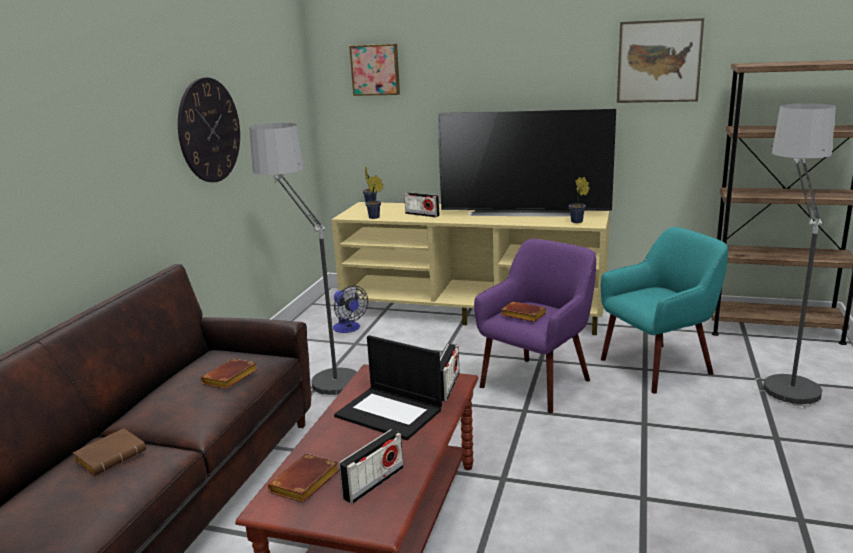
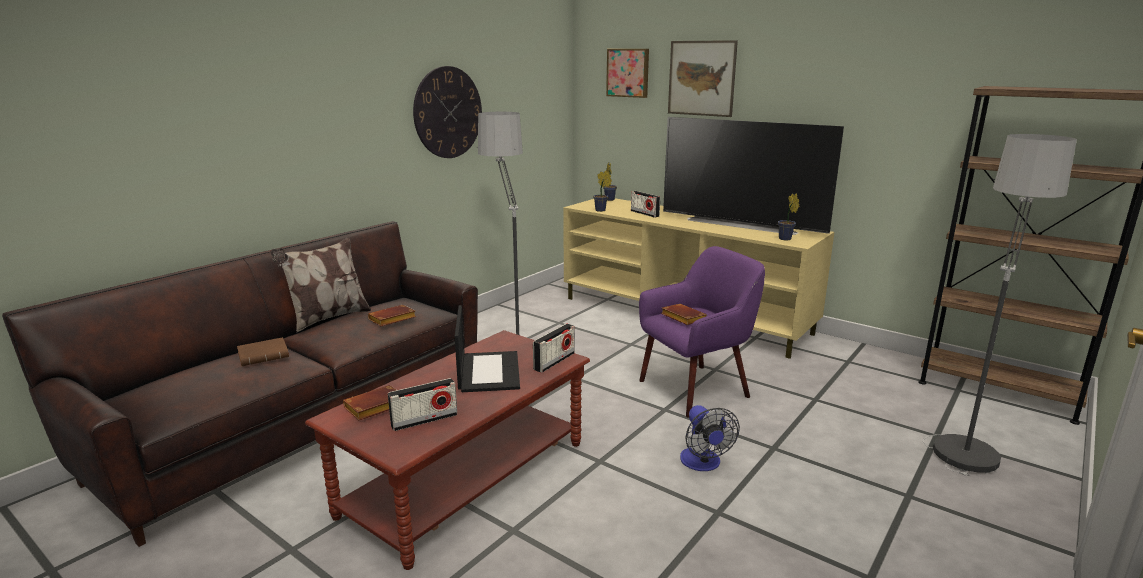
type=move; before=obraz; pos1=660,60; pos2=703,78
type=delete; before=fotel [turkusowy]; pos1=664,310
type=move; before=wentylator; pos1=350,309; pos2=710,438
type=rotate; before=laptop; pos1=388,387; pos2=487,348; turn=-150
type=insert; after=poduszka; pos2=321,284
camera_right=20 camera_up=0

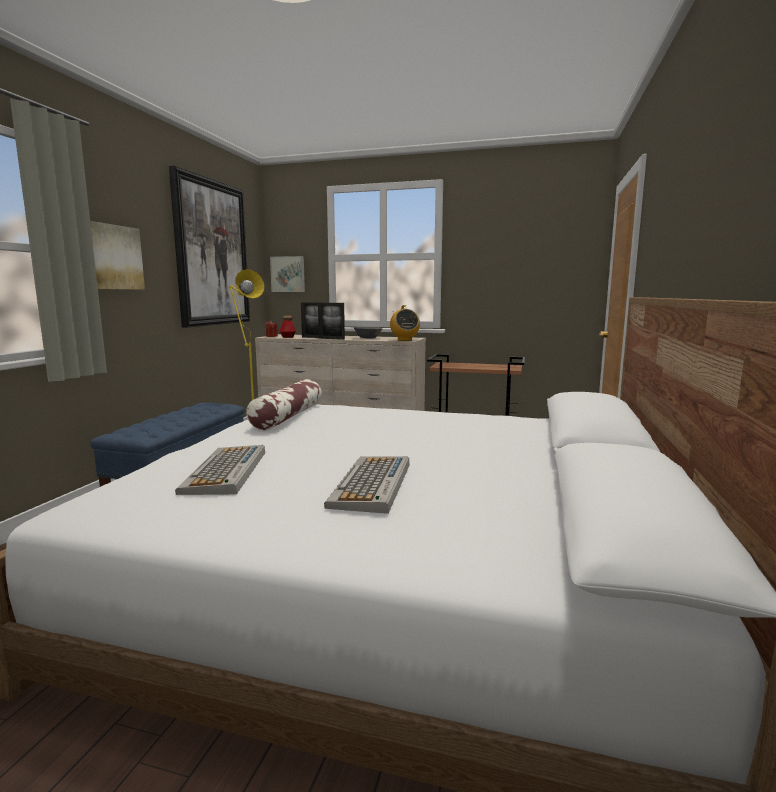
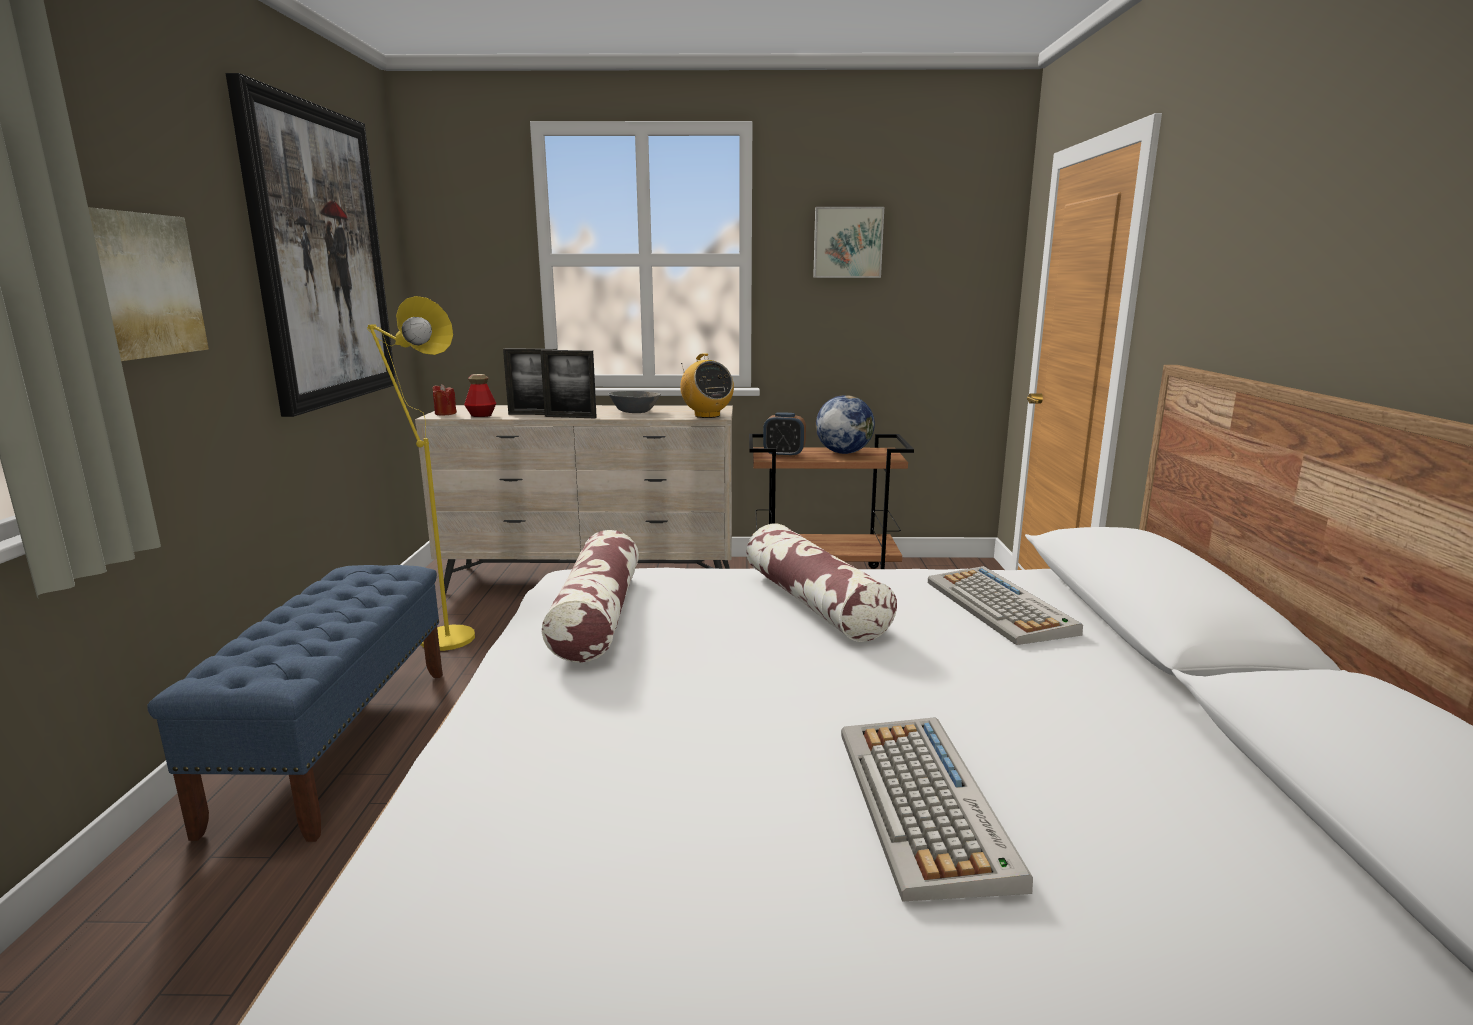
type=move; before=obraz; pos1=287,274; pos2=848,242
type=move; before=klawiatura; pos1=220,470; pos2=1005,605
type=insert; after=globus; pos2=845,424
type=insert; after=budzik; pos2=784,434
type=insert; after=poduszka; pos2=821,583
camera_right=-15 camera_up=5

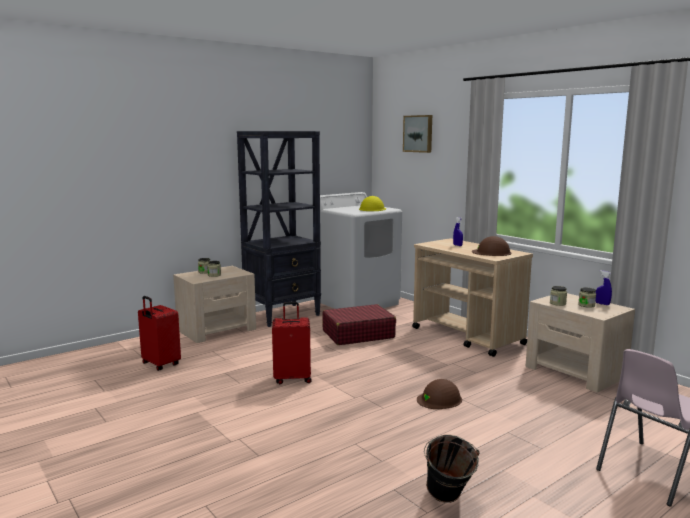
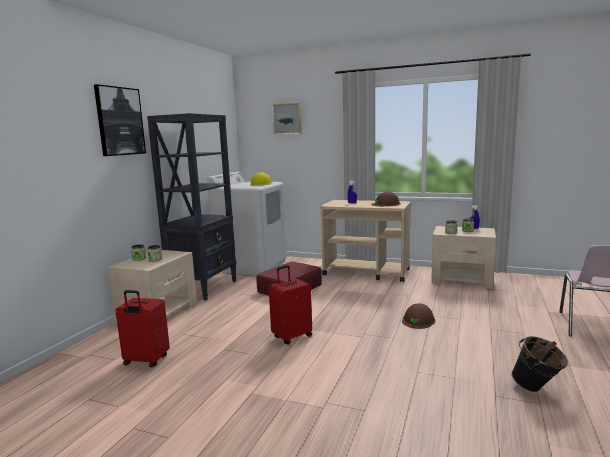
type=insert; after=obraz; pos2=120,120
camera_right=-30 camera_up=0

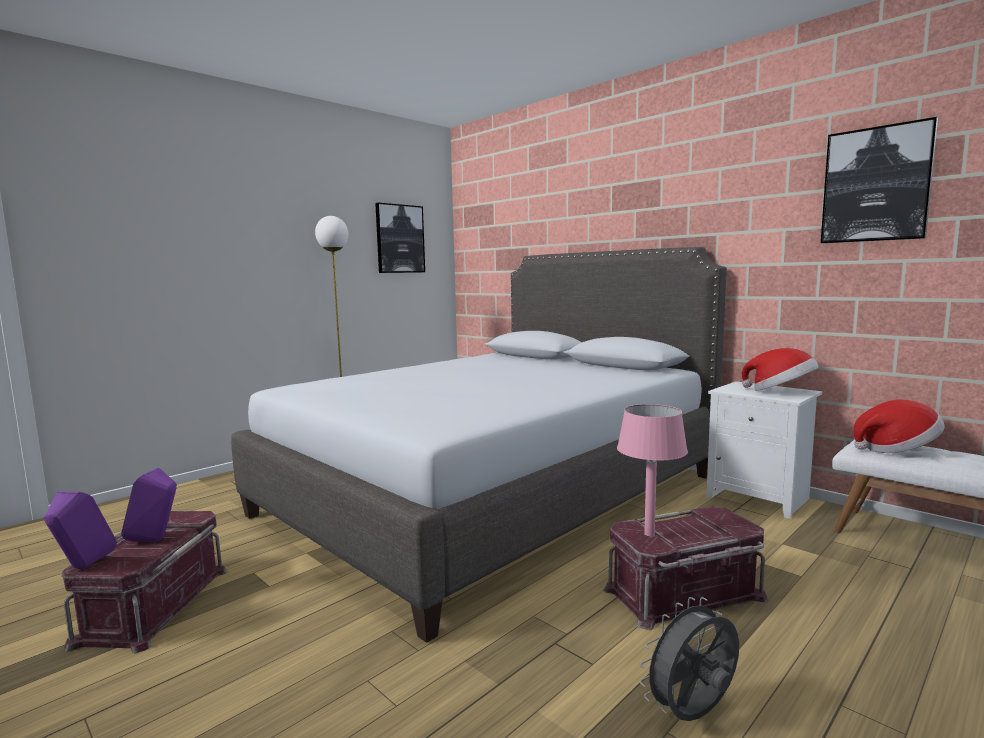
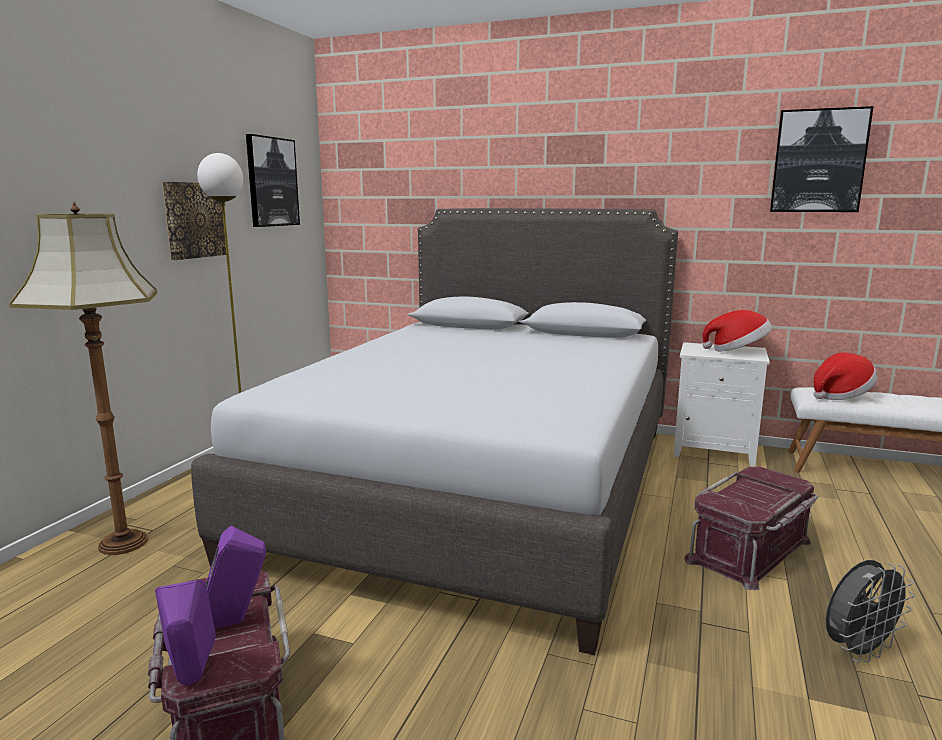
type=delete; before=lampa stołowa [różowy]; pos1=652,470
type=rotate; before=wentylator [szary]; pos1=689,659; pos2=870,611; turn=-150
type=insert; after=obraz; pos2=194,221
type=insert; after=lampa stojąca; pos2=83,378
camera_right=-25 camera_up=5

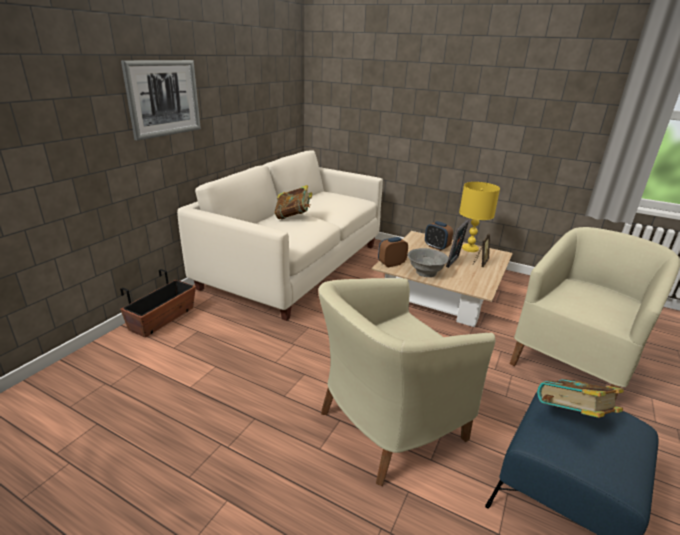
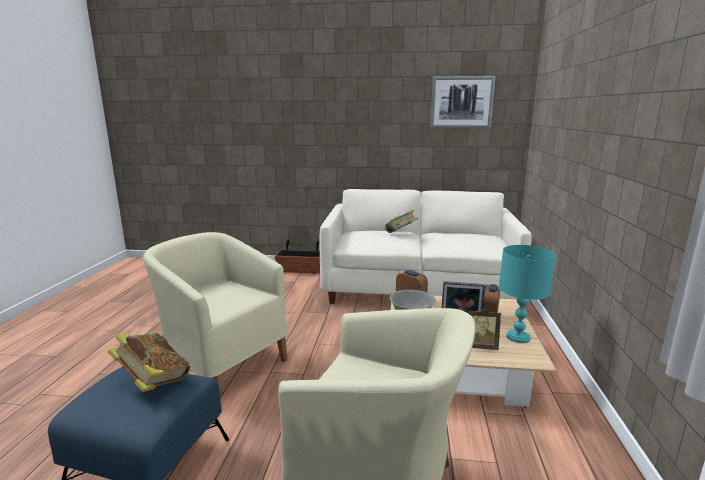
type=move; before=obraz; pos1=161,100; pos2=462,102
type=recolor; before=lampa stołowa [żółty]; after=lampa stołowa [turkusowy]; pos1=479,217; pos2=527,294
camera_right=70 camera_up=-10

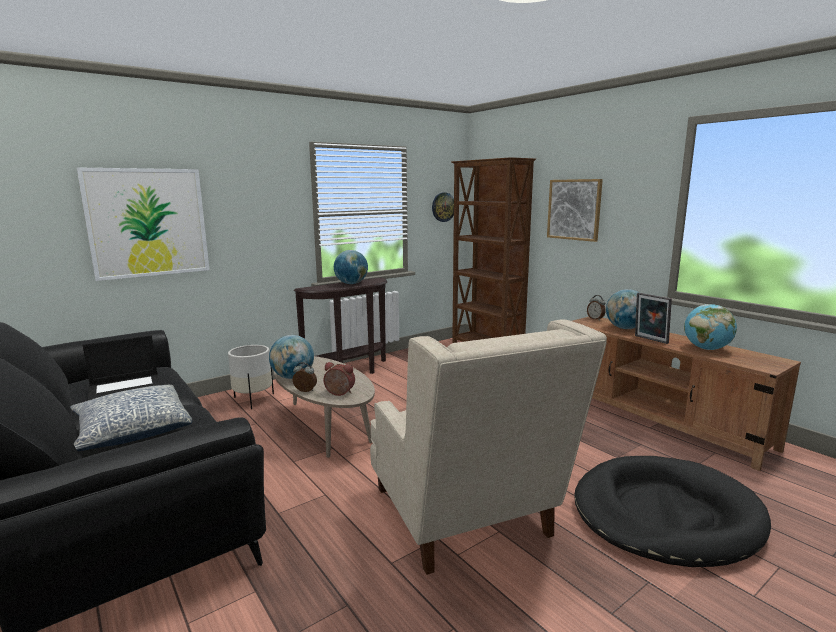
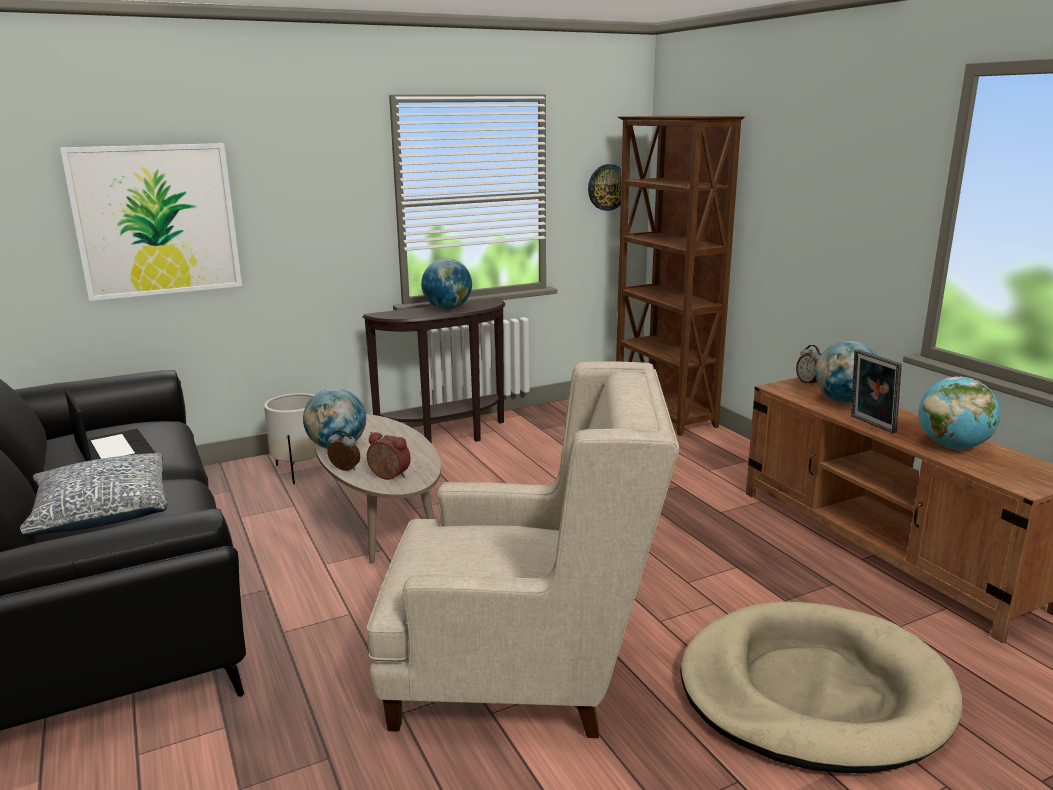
type=delete; before=obraz; pos1=575,210
type=rotate; before=fotel [beżowy]; pos1=488,447; pos2=523,549; turn=-75
type=rotate; before=laptop; pos1=122,367; pos2=110,425; turn=-105
type=recolor; before=legowisko [czarny]; after=legowisko [beżowy]; pos1=672,511; pos2=821,687
camera_right=10 camera_up=5

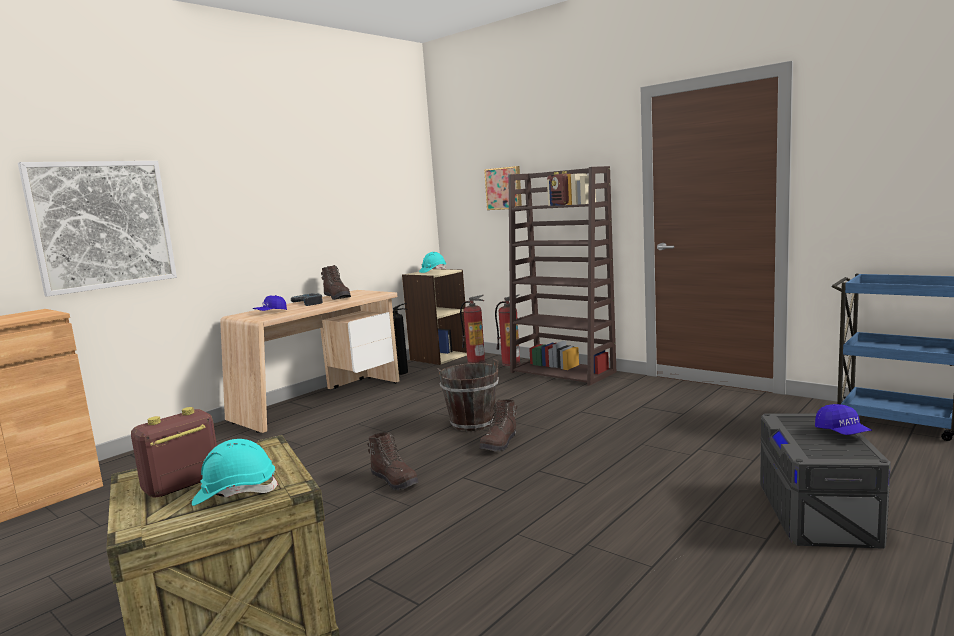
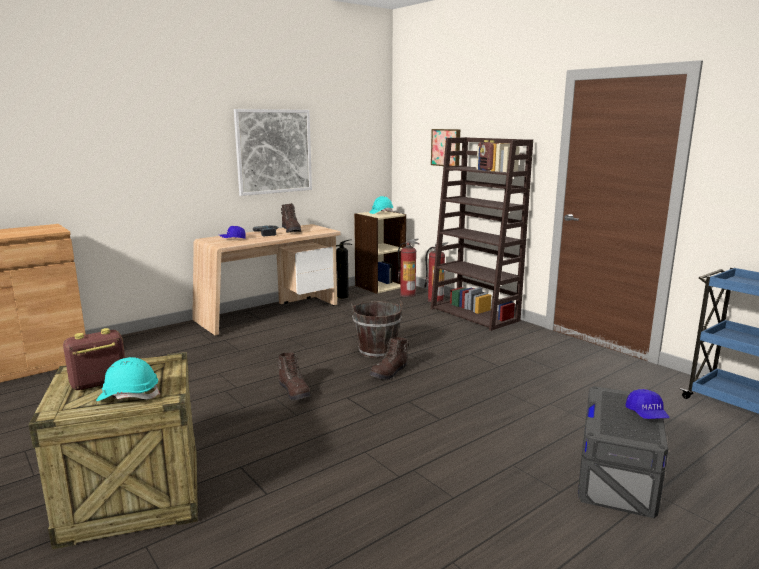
type=move; before=obraz; pos1=97,229; pos2=273,152
camera_right=10 camera_up=5

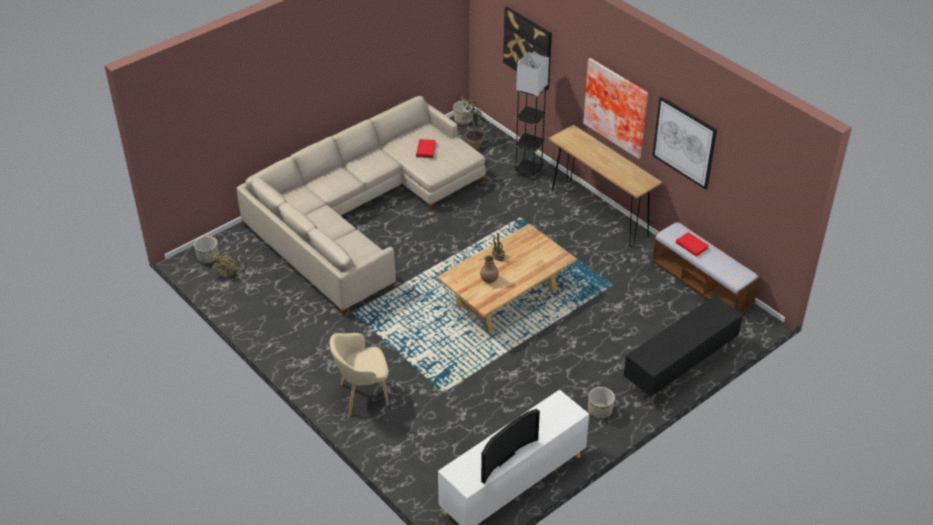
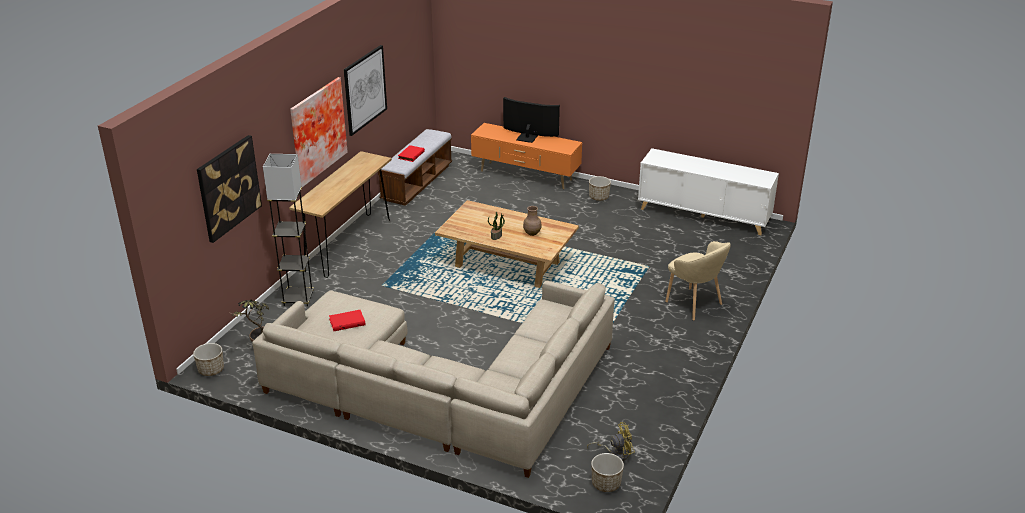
type=recolor; before=szafka pod telewizor [czarny]; after=szafka pod telewizor [pomarańczowy]; pos1=683,350; pos2=526,156
type=move; before=telewizor; pos1=510,446; pos2=531,120
camera_right=-115 camera_up=-10

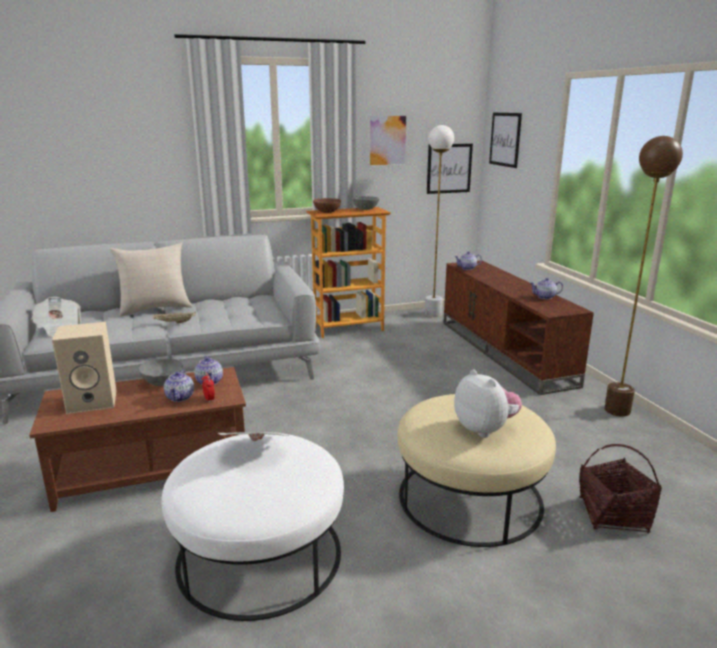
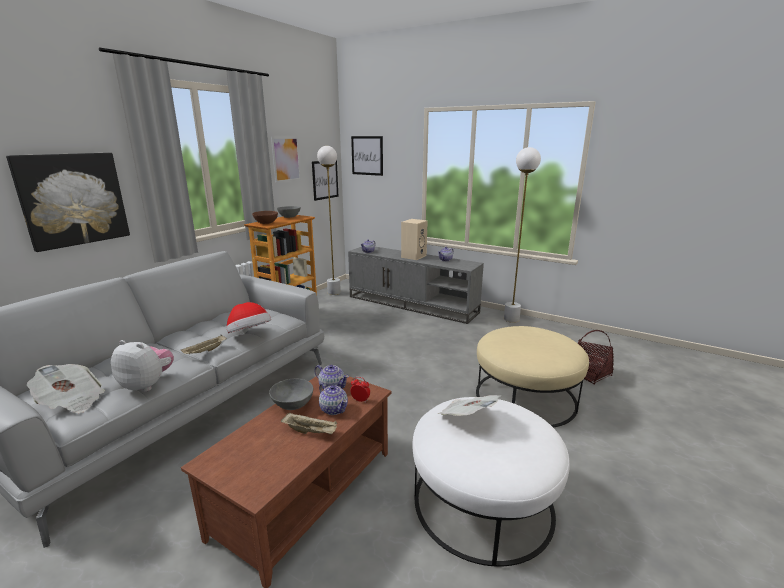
type=recolor; before=lampa stojąca [brązowy]; after=lampa stojąca [biały]; pos1=643,276; pos2=522,235
type=delete; before=poduszka [beżowy]; pos1=151,279
type=recolor; before=szafka pod telewizor [brązowy]; after=szafka pod telewizor [szary]; pos1=518,327; pos2=416,285
type=move; before=głośnik [beżowy]; pos1=84,368; pos2=414,239
type=move; before=pluszak; pos1=488,403; pos2=142,366
type=insert; after=obraz; pos2=68,202
type=insert; after=kapelusz; pos2=248,317
type=insert; after=taca [beżowy]; pos2=309,423
camera_right=-40 camera_up=0

